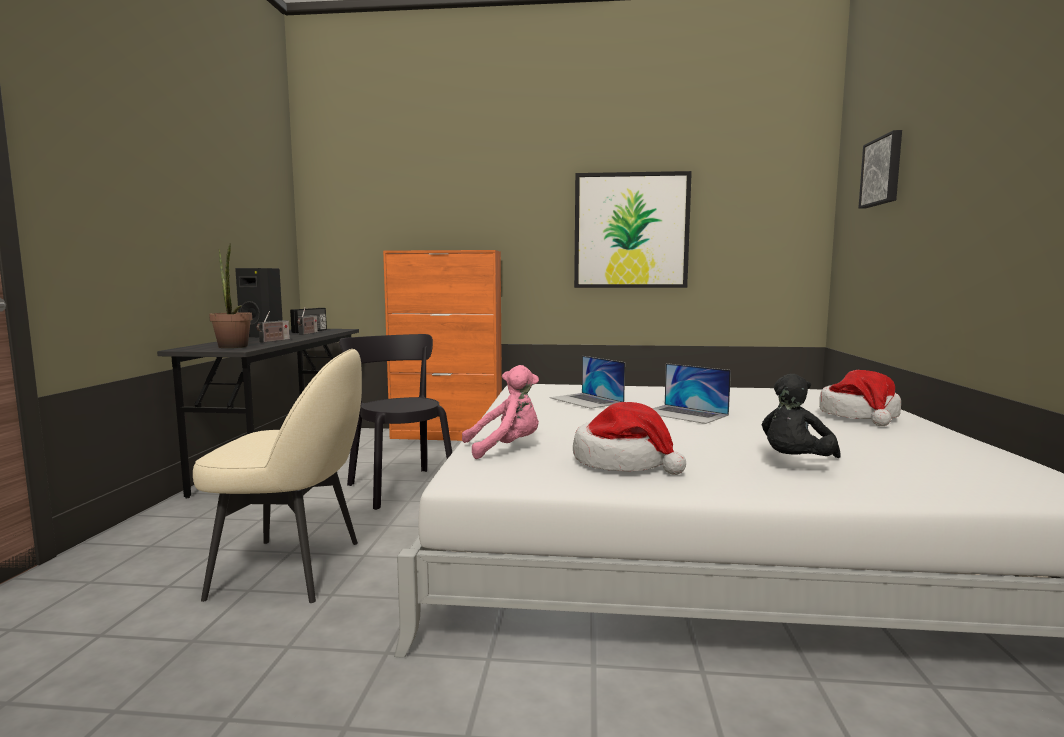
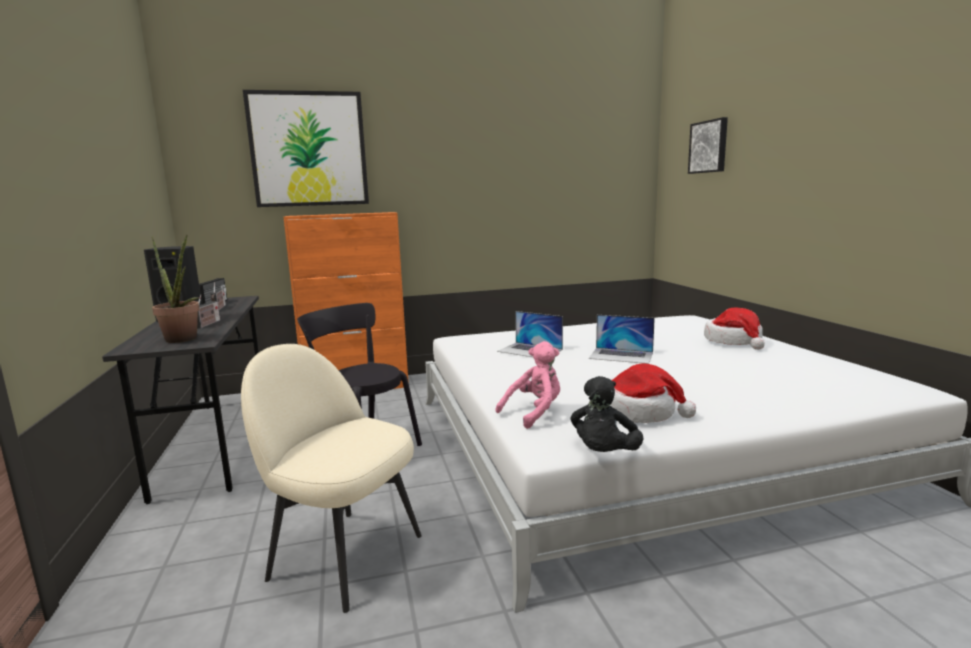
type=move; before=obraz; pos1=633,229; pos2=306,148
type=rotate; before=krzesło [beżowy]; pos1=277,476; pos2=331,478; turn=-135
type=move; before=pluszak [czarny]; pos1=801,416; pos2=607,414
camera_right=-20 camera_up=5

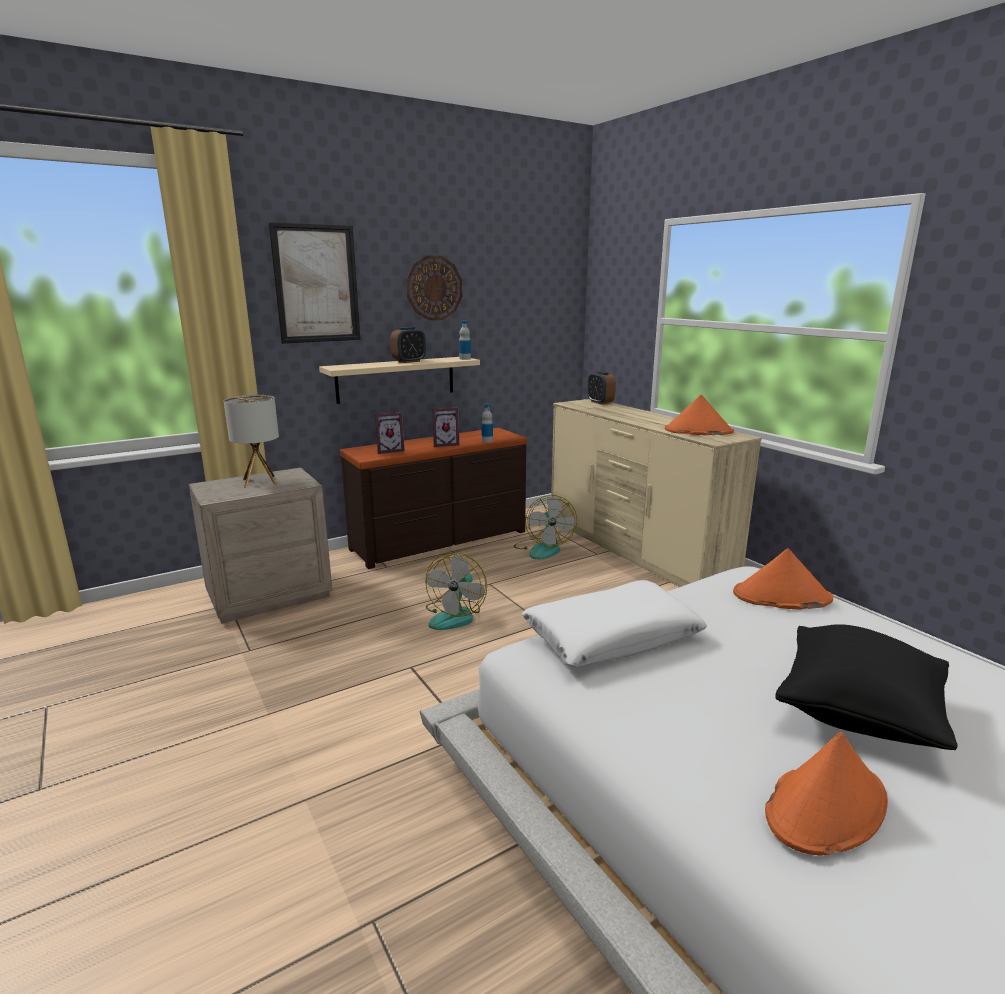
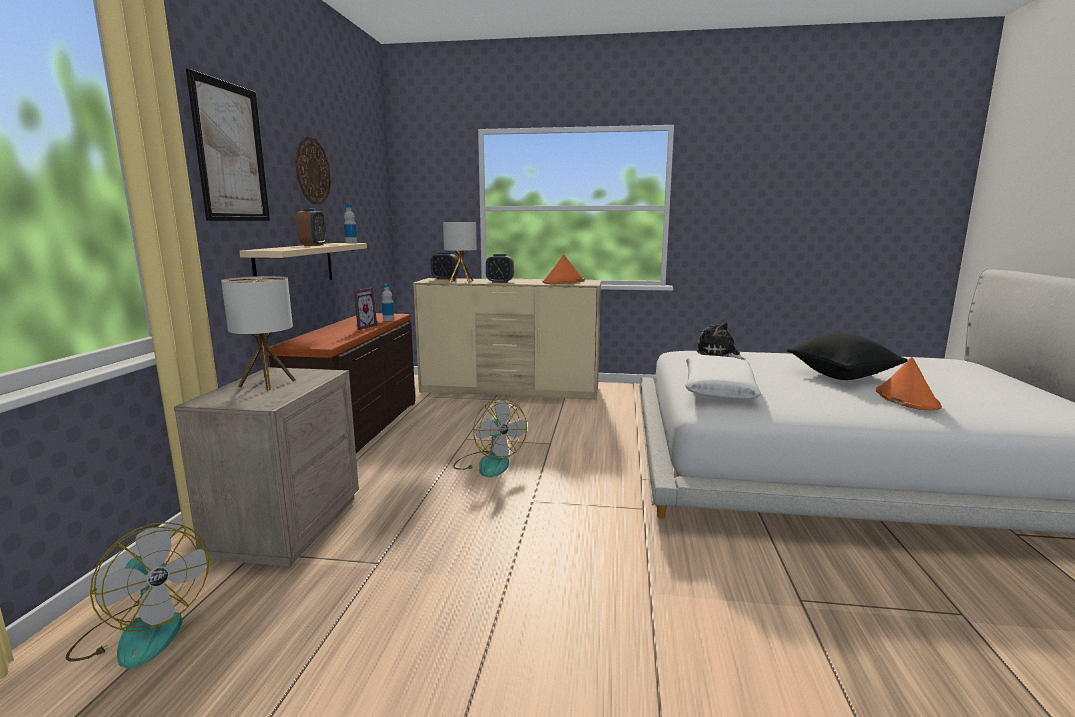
type=delete; before=ramka na zdjęcie; pos1=390,433
type=move; before=wentylator; pos1=545,527; pos2=137,595
type=replace; before=kapelusz [pomarańczowy]; after=pluszak; pos1=783,578; pos2=721,341
type=insert; after=lampa stołowa; pos2=460,252
type=insert; after=budzik; pos2=500,268
camera_right=-50 camera_up=-5

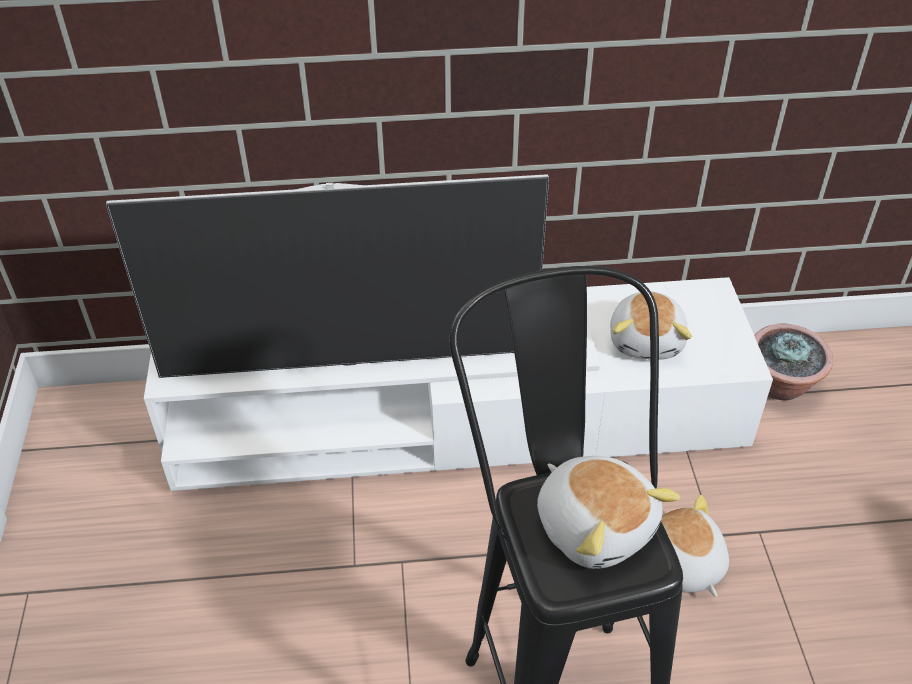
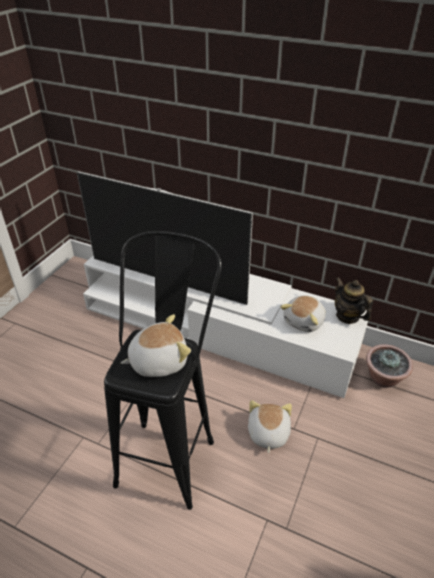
type=rotate; before=pluszak; pos1=608,512; pos2=156,345; turn=-105
type=insert; after=imbryk; pos2=354,300
camera_right=30 camera_up=-5

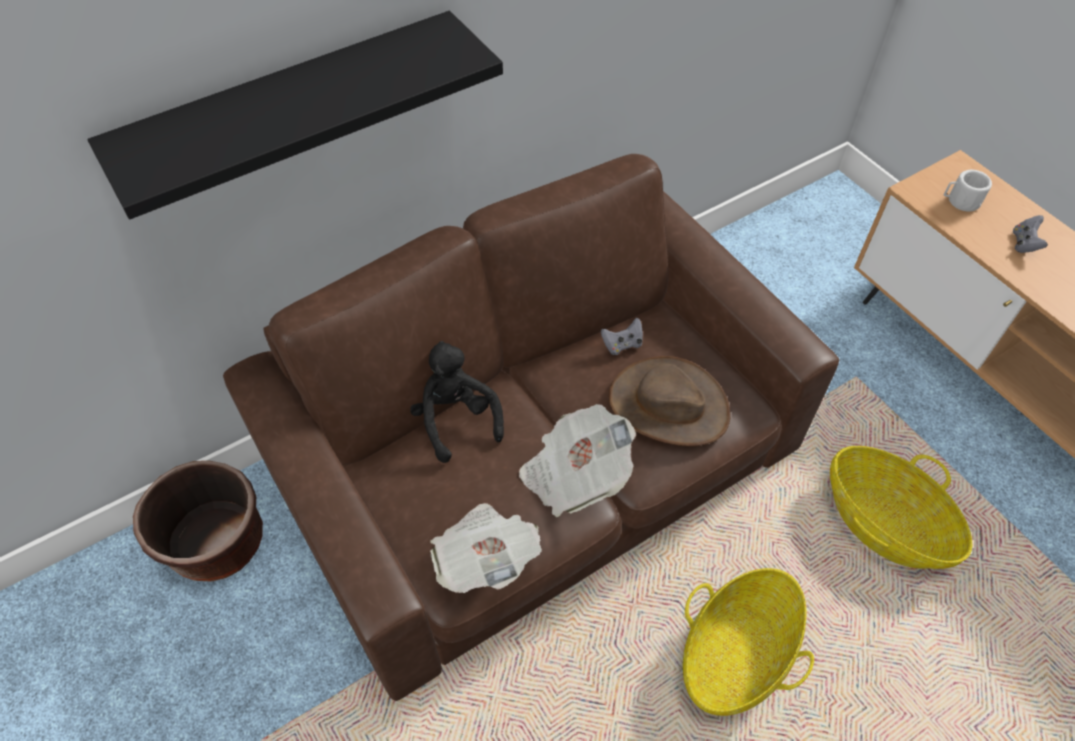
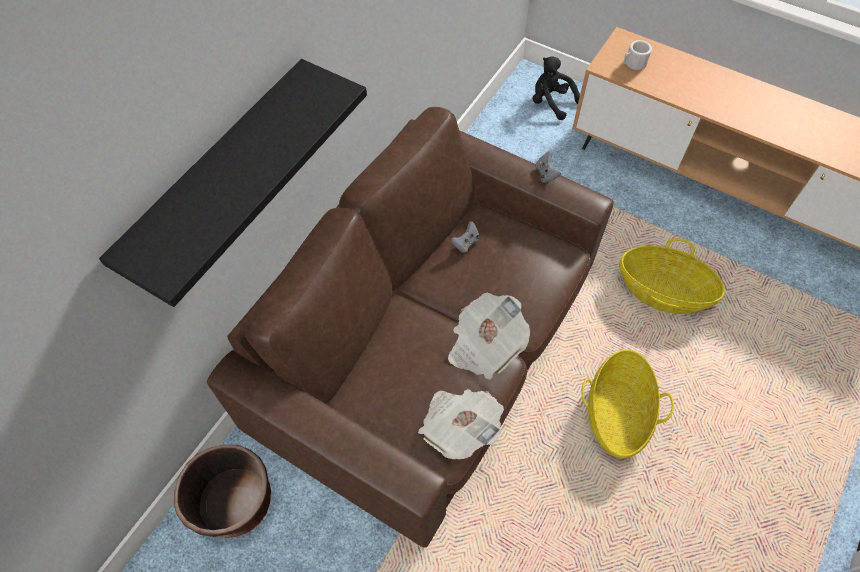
type=move; before=pad do gier [szary]; pos1=1030,234; pos2=548,167
type=move; before=pluszak [czarny]; pos1=457,402; pos2=556,88
type=delete; before=kapelusz [brązowy]; pos1=670,401
camera_right=-25 camera_up=5

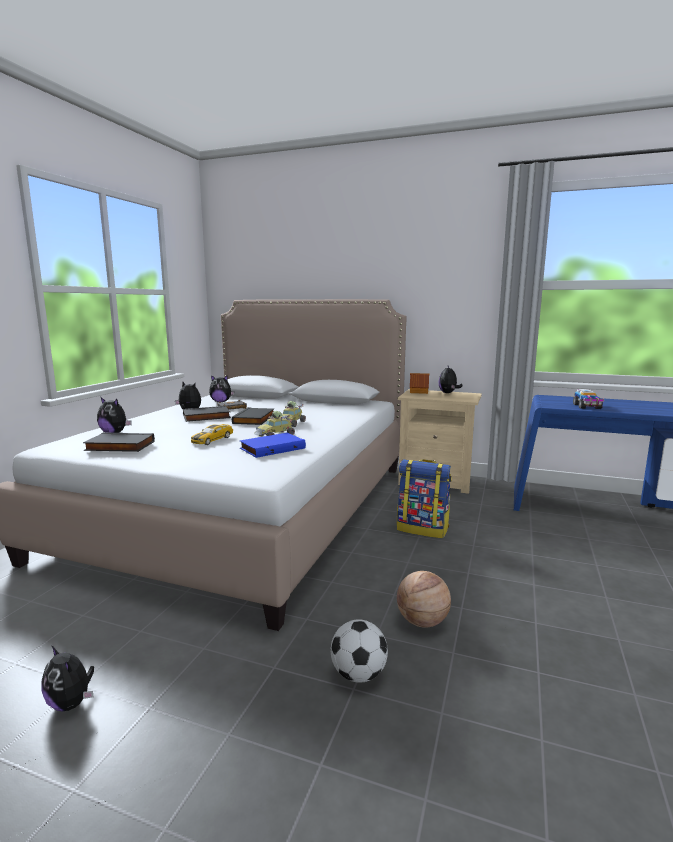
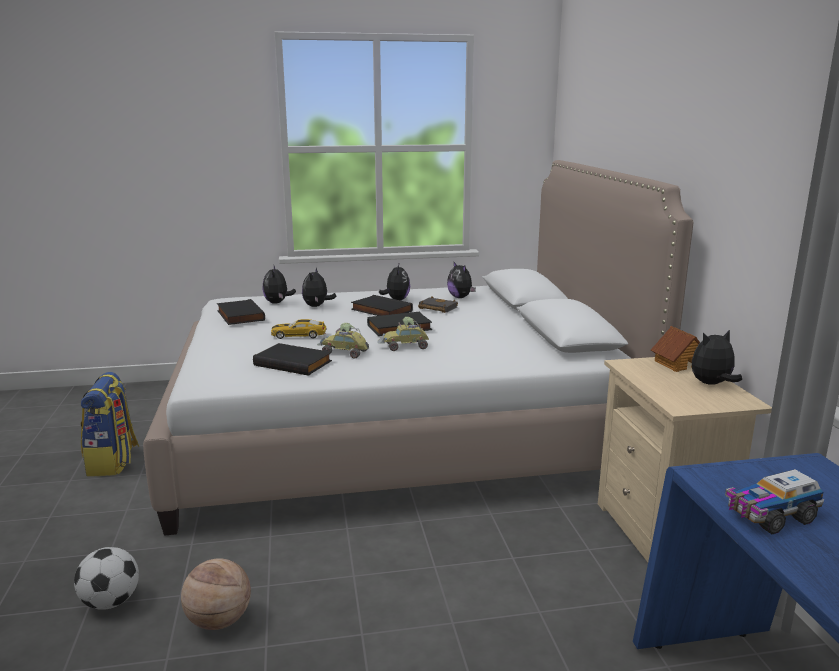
type=recolor; before=książka [niebieski]; after=książka [czarny]; pos1=272,445; pos2=292,359
type=move; before=plecak; pos1=424,498; pos2=110,424
type=move; before=pluszak; pos1=68,678; pos2=319,287
camera_right=60 camera_up=5

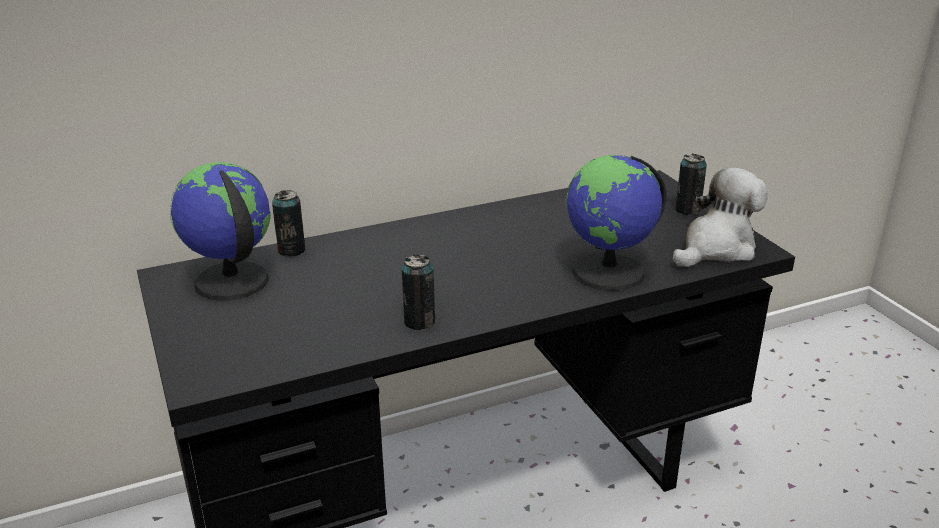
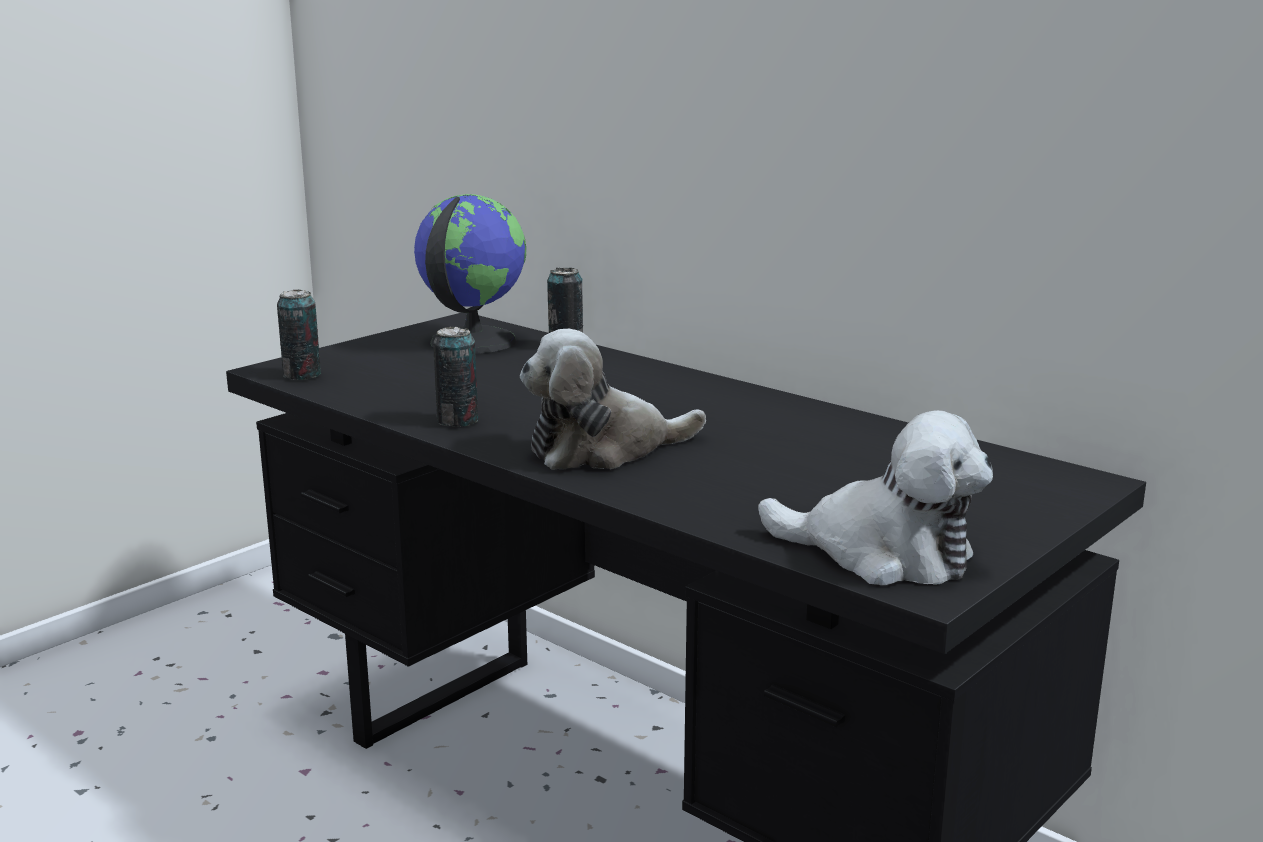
type=move; before=puszka; pos1=691,184; pos2=299,334
type=delete; before=globus; pos1=616,223
type=insert; after=pluszak; pos2=613,399
camera_right=65 camera_up=-10

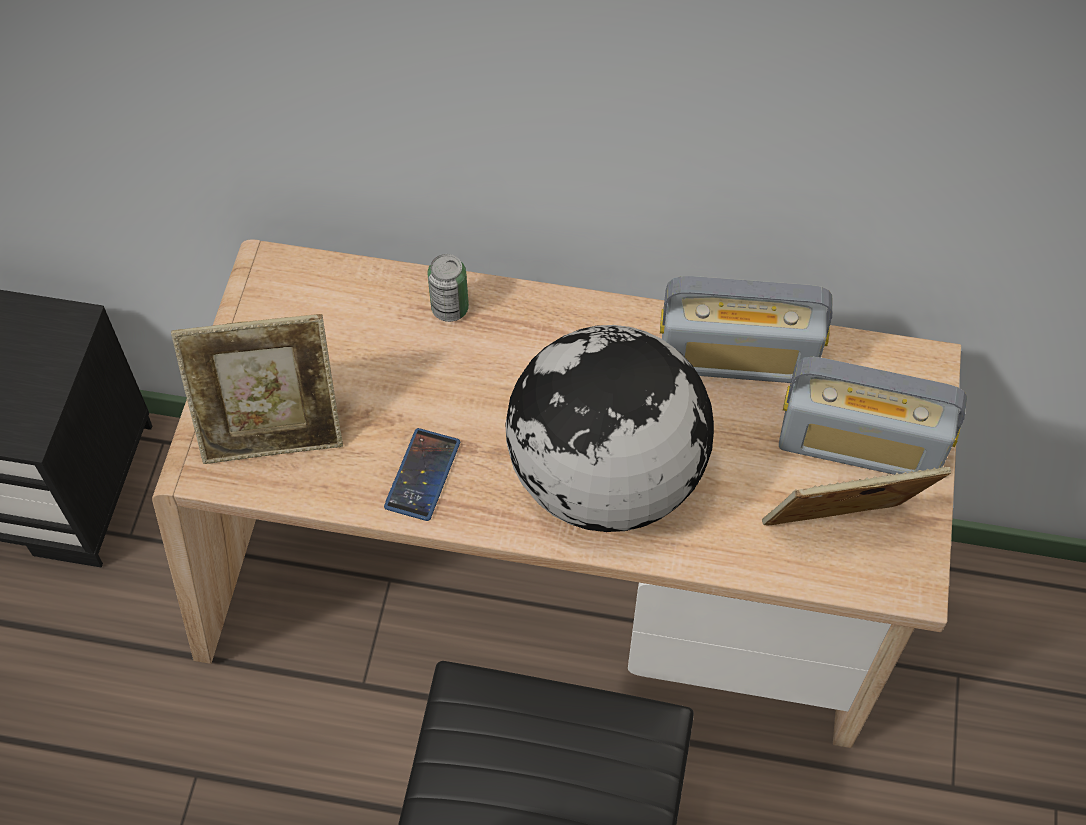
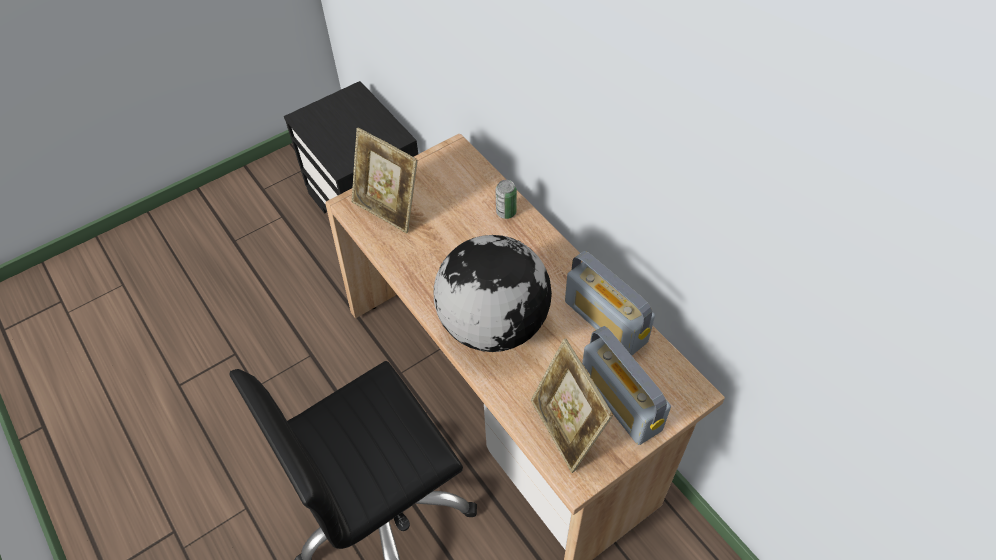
type=delete; before=telefon; pos1=422,474
type=rotate; before=ramka na zdjęcie; pos1=856,496; pos2=572,406; turn=-150
camera_right=45 camera_up=-5

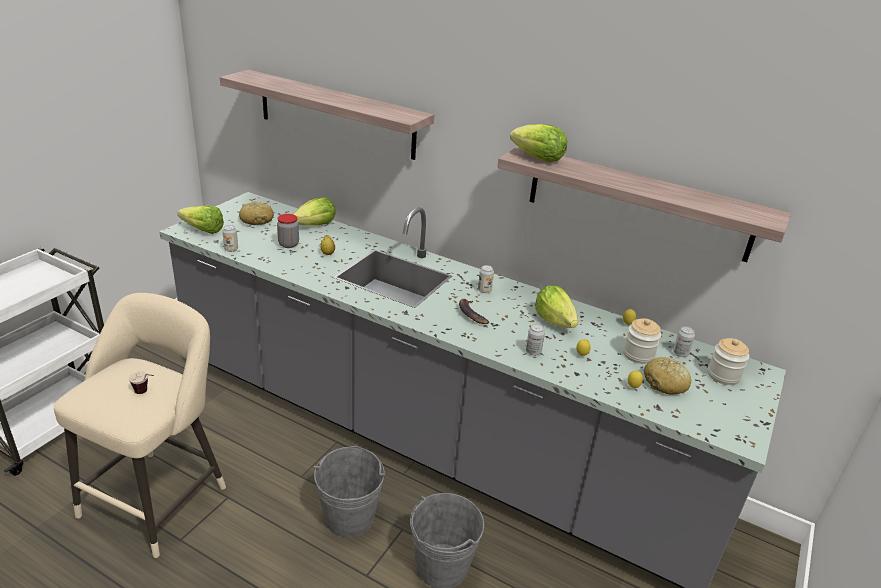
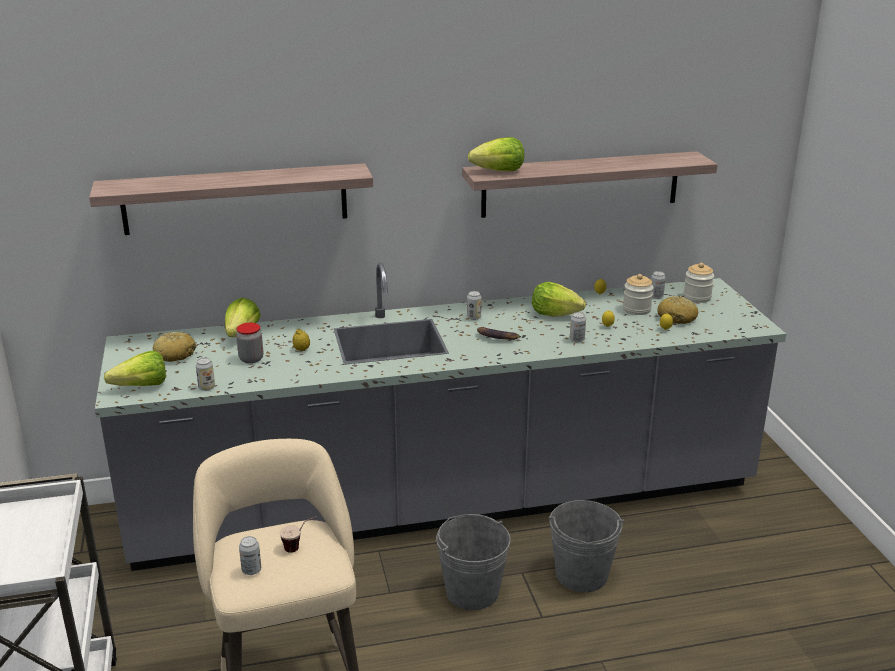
type=insert; after=puszka; pos2=250,555
camera_right=-40 camera_up=-5

